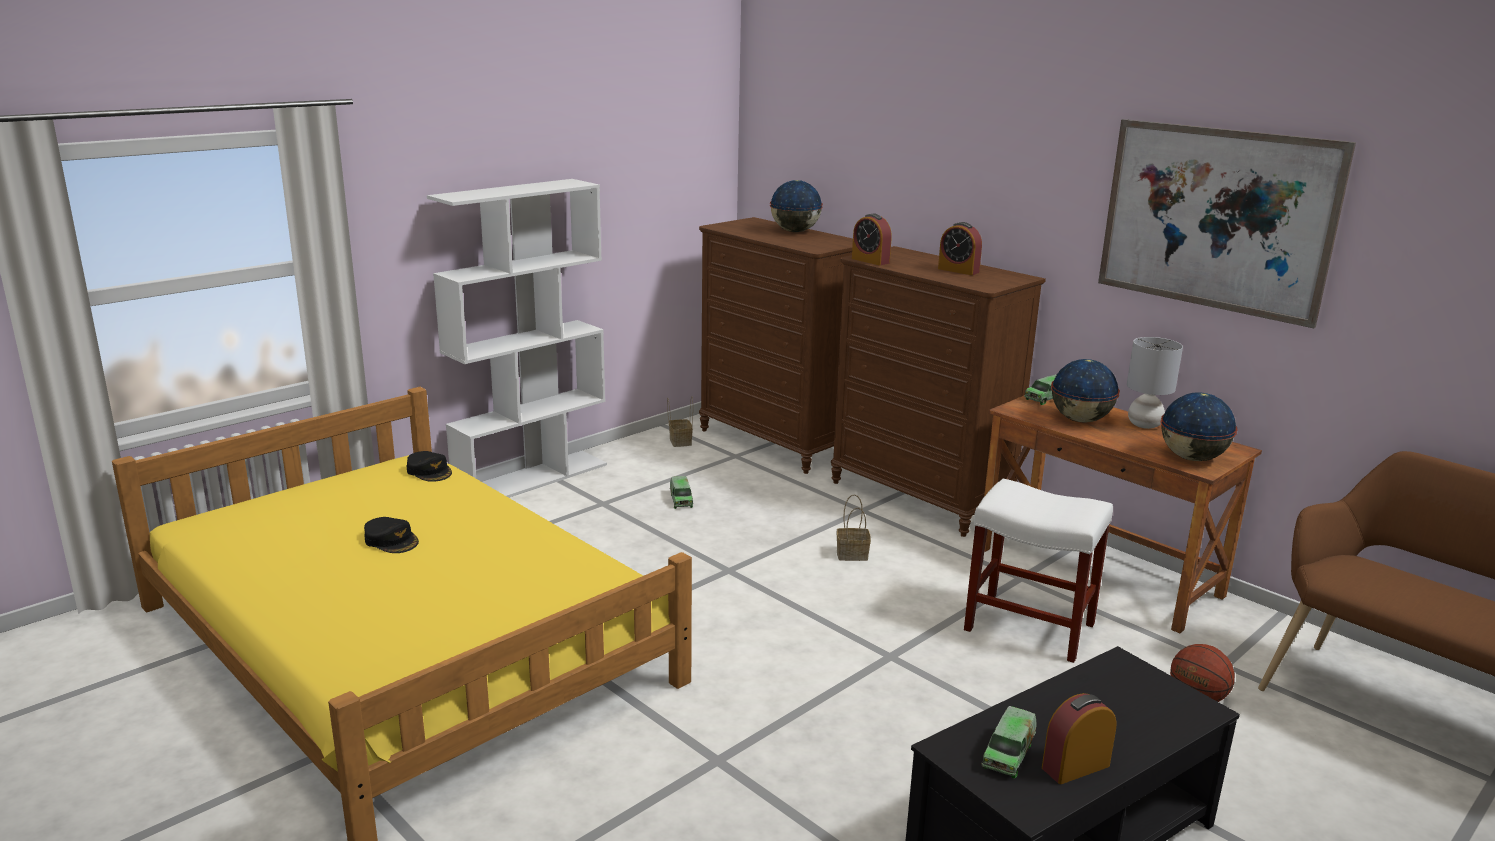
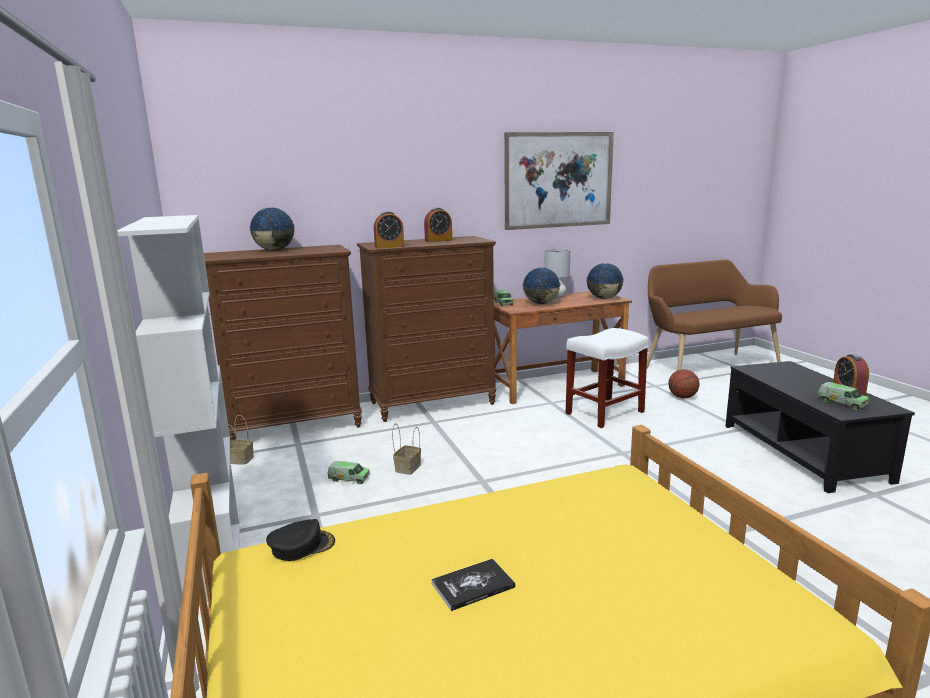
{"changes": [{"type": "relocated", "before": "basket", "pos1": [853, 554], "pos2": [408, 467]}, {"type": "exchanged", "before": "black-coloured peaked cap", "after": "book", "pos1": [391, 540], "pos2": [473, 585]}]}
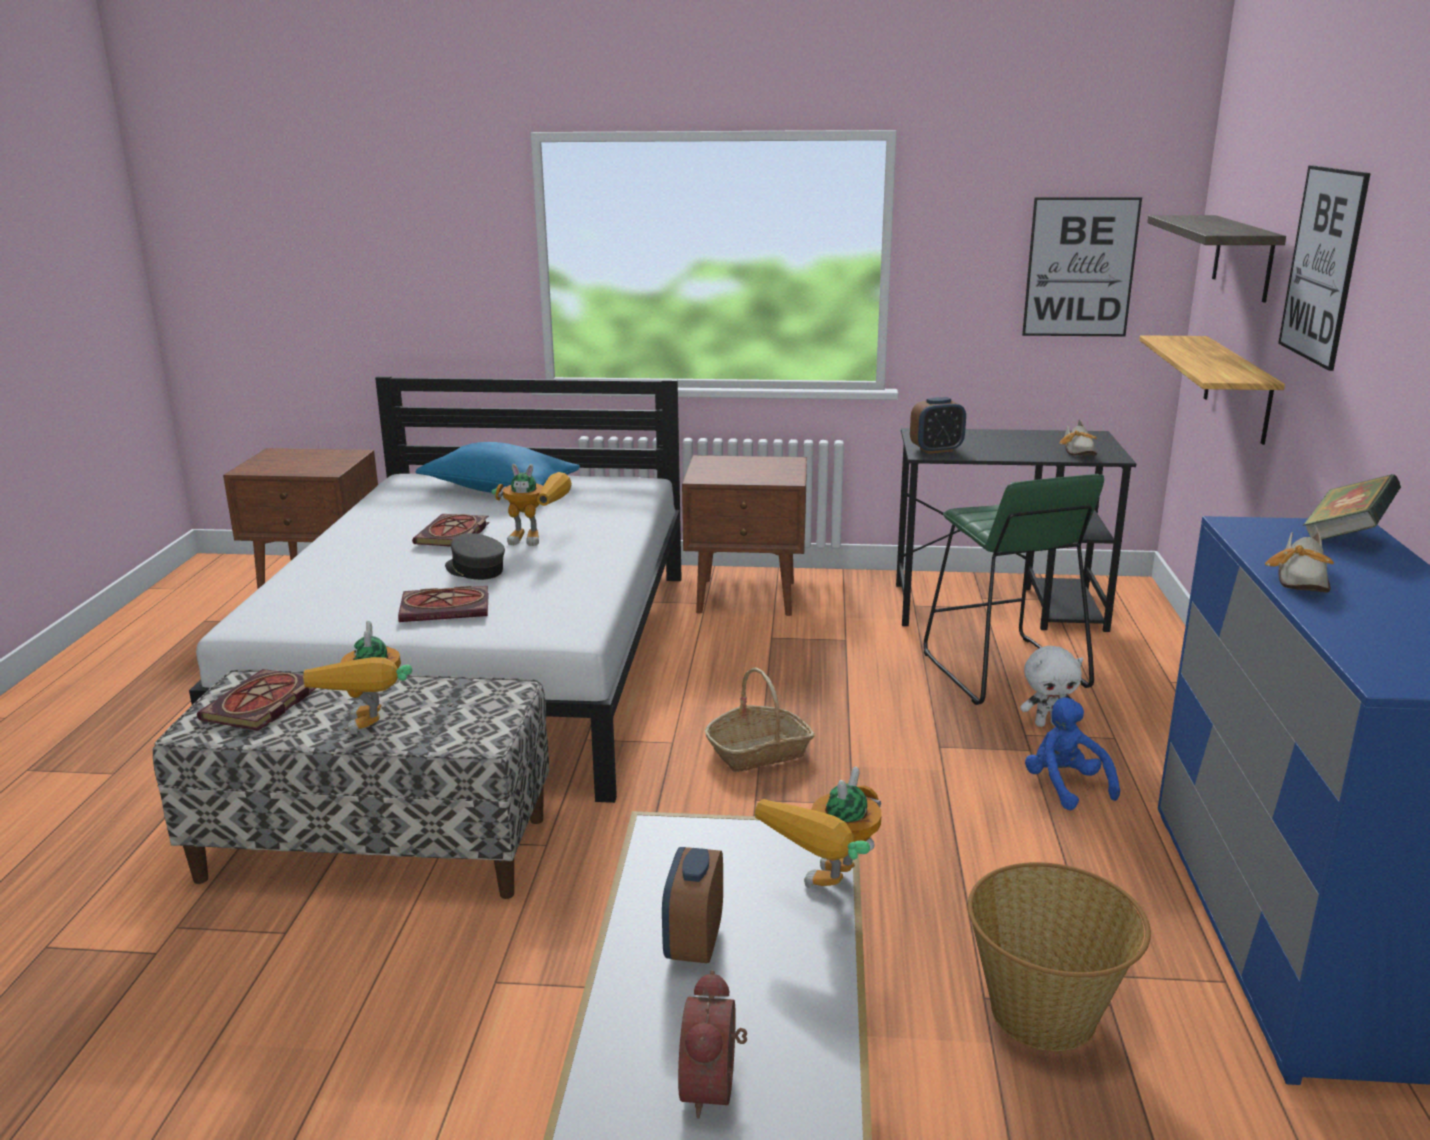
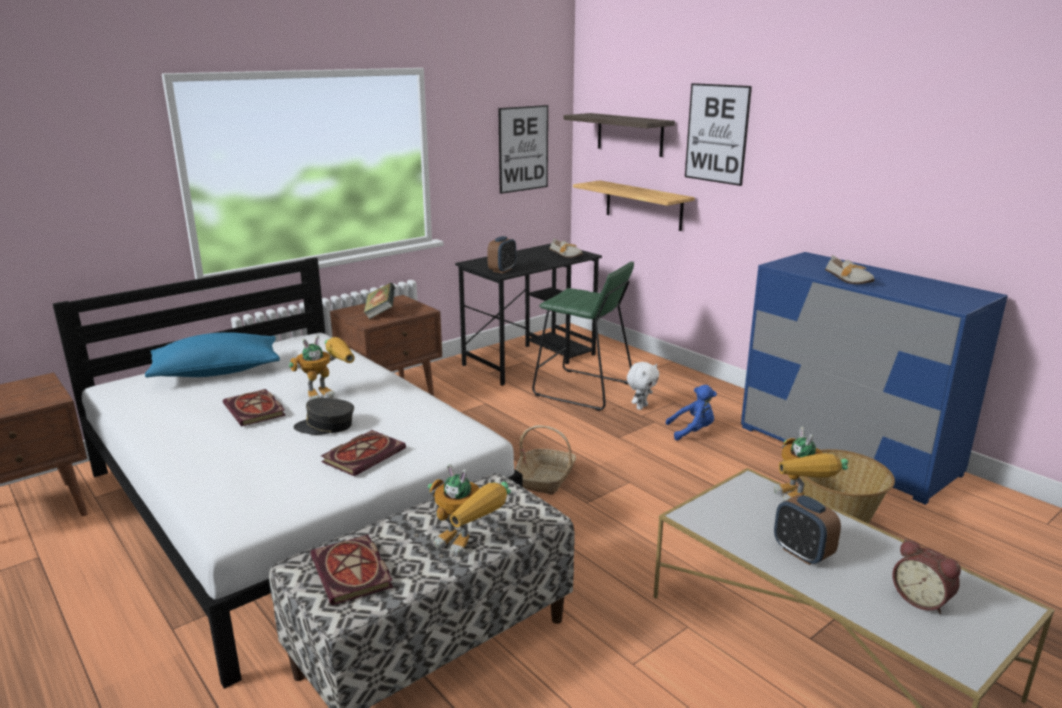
{"changes": [{"type": "relocated", "before": "book", "pos1": [1345, 536], "pos2": [380, 313]}, {"type": "spun", "before": "blue-coloured cuddly toy", "pos1": [1065, 786], "pos2": [692, 431], "turn": 150}]}
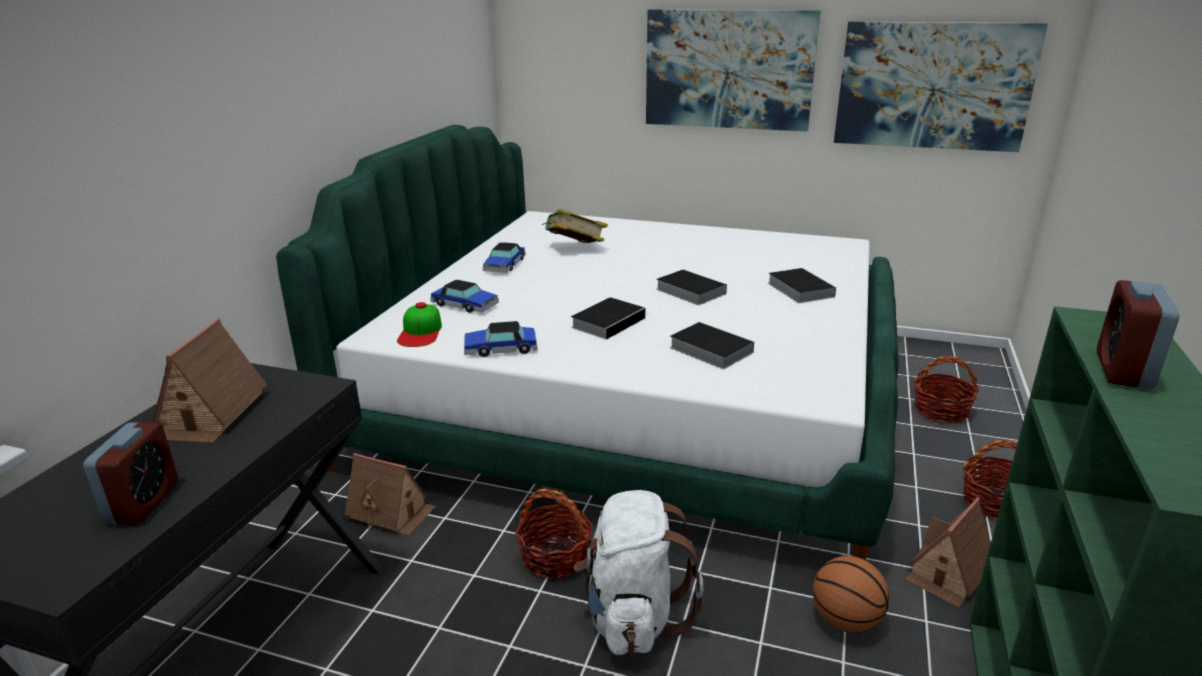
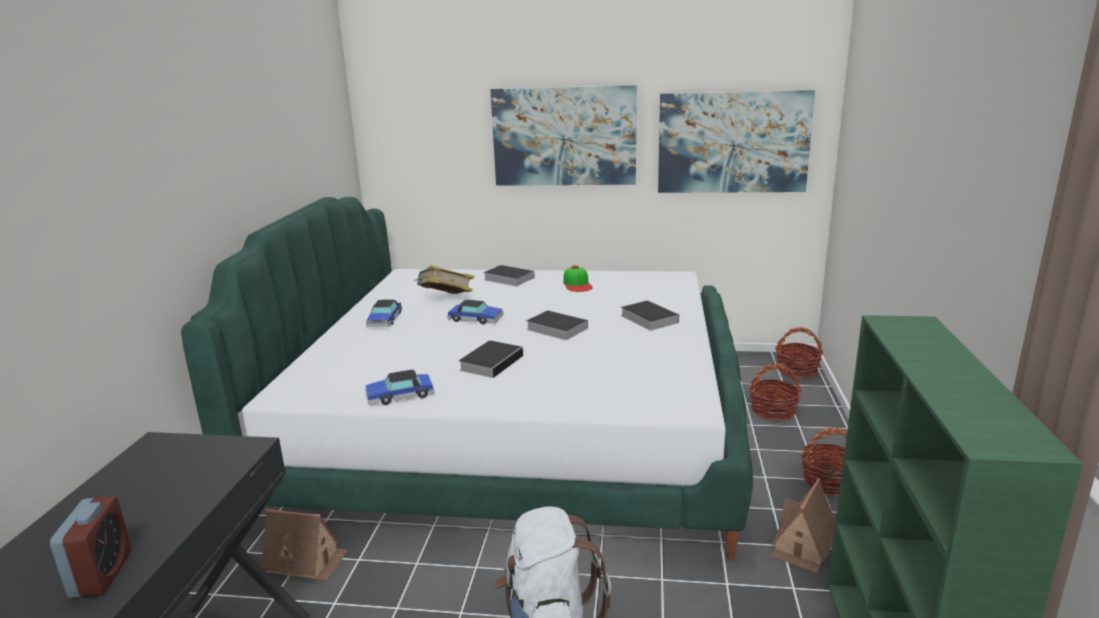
{"changes": [{"type": "relocated", "before": "miniature car", "pos1": [465, 305], "pos2": [475, 319]}, {"type": "relocated", "before": "book", "pos1": [708, 349], "pos2": [507, 278]}, {"type": "relocated", "before": "peaked cap", "pos1": [420, 332], "pos2": [577, 284]}, {"type": "relocated", "before": "basket", "pos1": [555, 556], "pos2": [797, 370]}, {"type": "missing", "before": "toy house", "pos1": [210, 414]}, {"type": "missing", "before": "basketball ball", "pos1": [845, 621]}, {"type": "missing", "before": "table clock", "pos1": [1123, 370]}]}
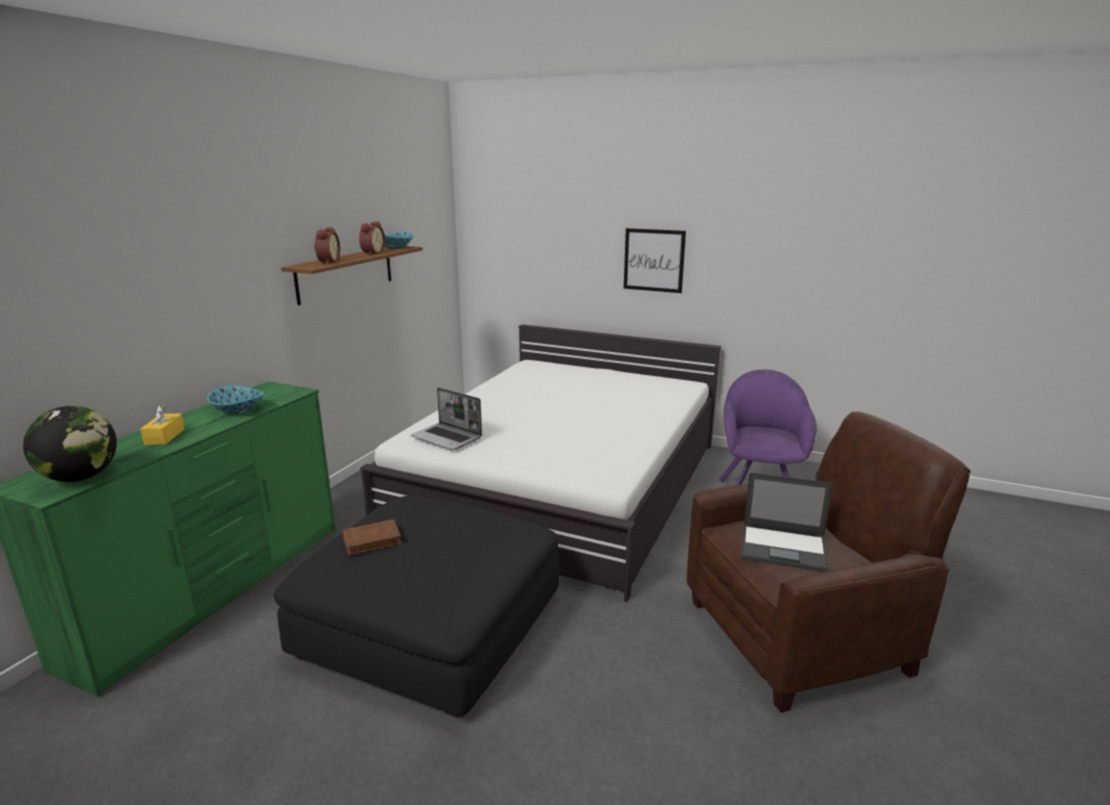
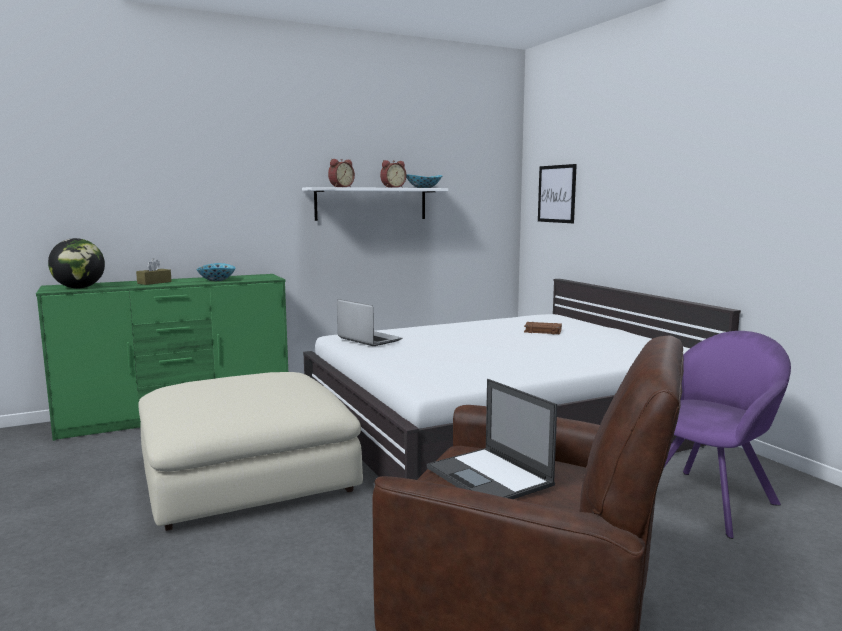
{"changes": [{"type": "colour", "before": "yellow tissue holder", "after": "brown tissue holder", "pos1": [164, 436], "pos2": [154, 282]}, {"type": "colour", "before": "black-coloured ottoman", "after": "beige-coloured ottoman", "pos1": [431, 624], "pos2": [247, 475]}, {"type": "colour", "before": "brown bracket shelf", "after": "white-coloured bracket shelf", "pos1": [346, 273], "pos2": [371, 204]}, {"type": "spun", "before": "laptop", "pos1": [448, 438], "pos2": [368, 339], "turn": 150}, {"type": "relocated", "before": "brown book", "pos1": [371, 541], "pos2": [542, 331]}, {"type": "relocated", "before": "picture", "pos1": [654, 260], "pos2": [556, 194]}]}
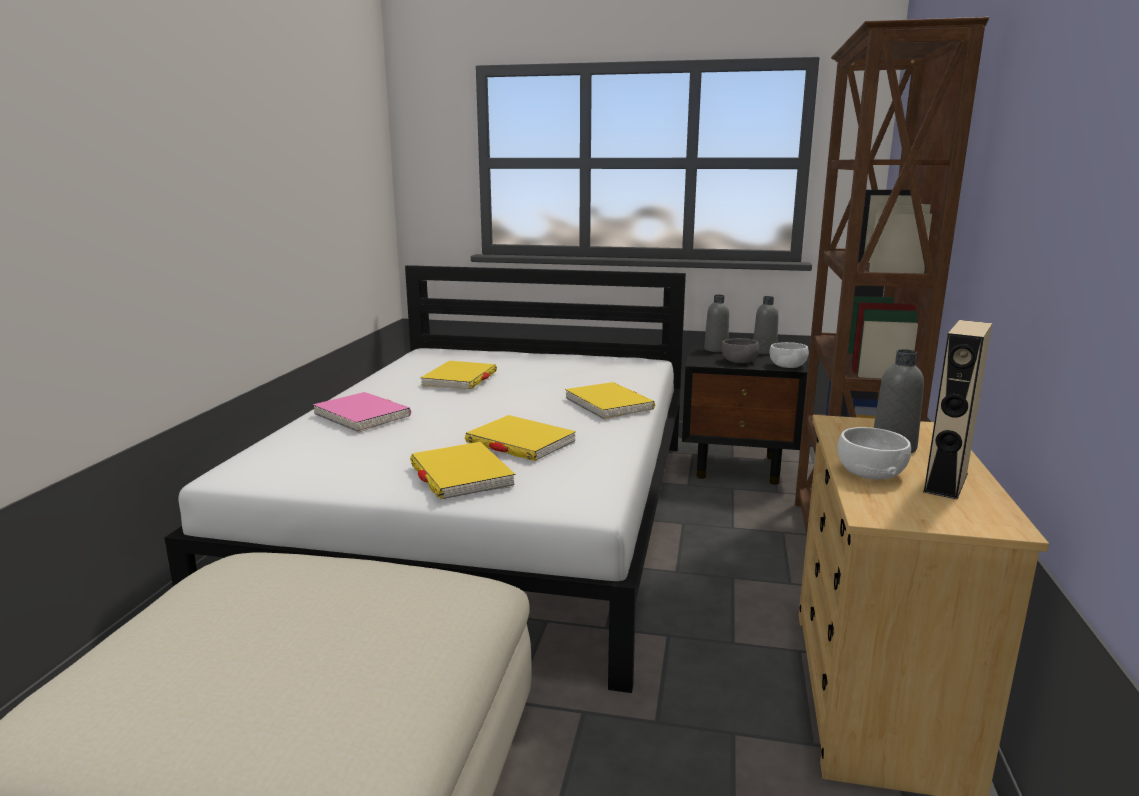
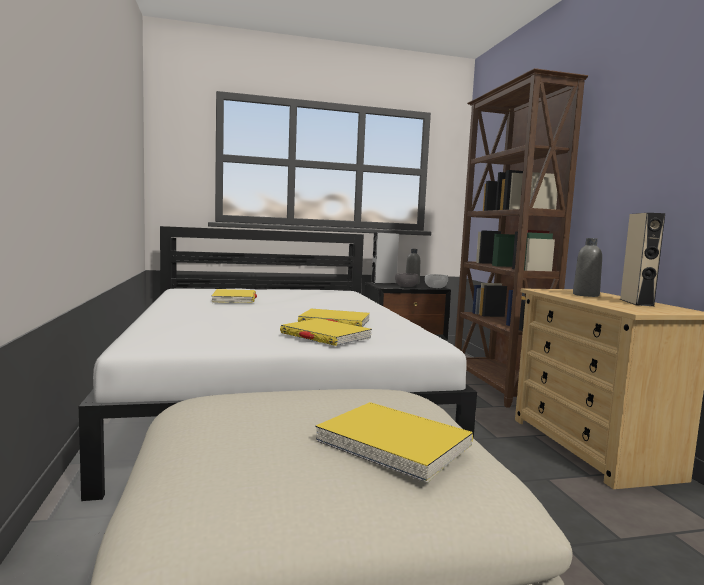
{"changes": [{"type": "relocated", "before": "yellow book", "pos1": [609, 404], "pos2": [394, 444]}, {"type": "exchanged", "before": "gray drink bottle", "after": "gray loudspeaker", "pos1": [716, 349], "pos2": [383, 283]}, {"type": "missing", "before": "pinkish book", "pos1": [362, 416]}, {"type": "missing", "before": "white-coloured serving bowl", "pos1": [869, 473]}]}
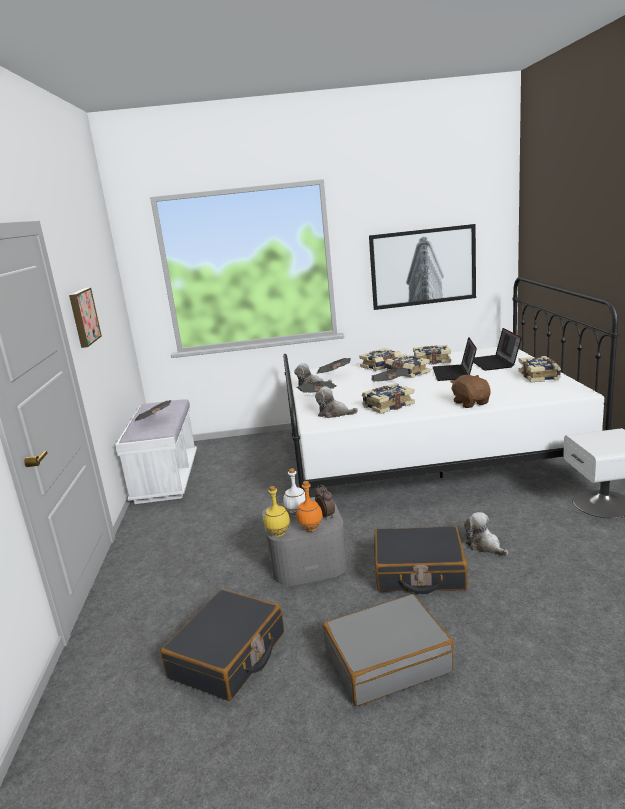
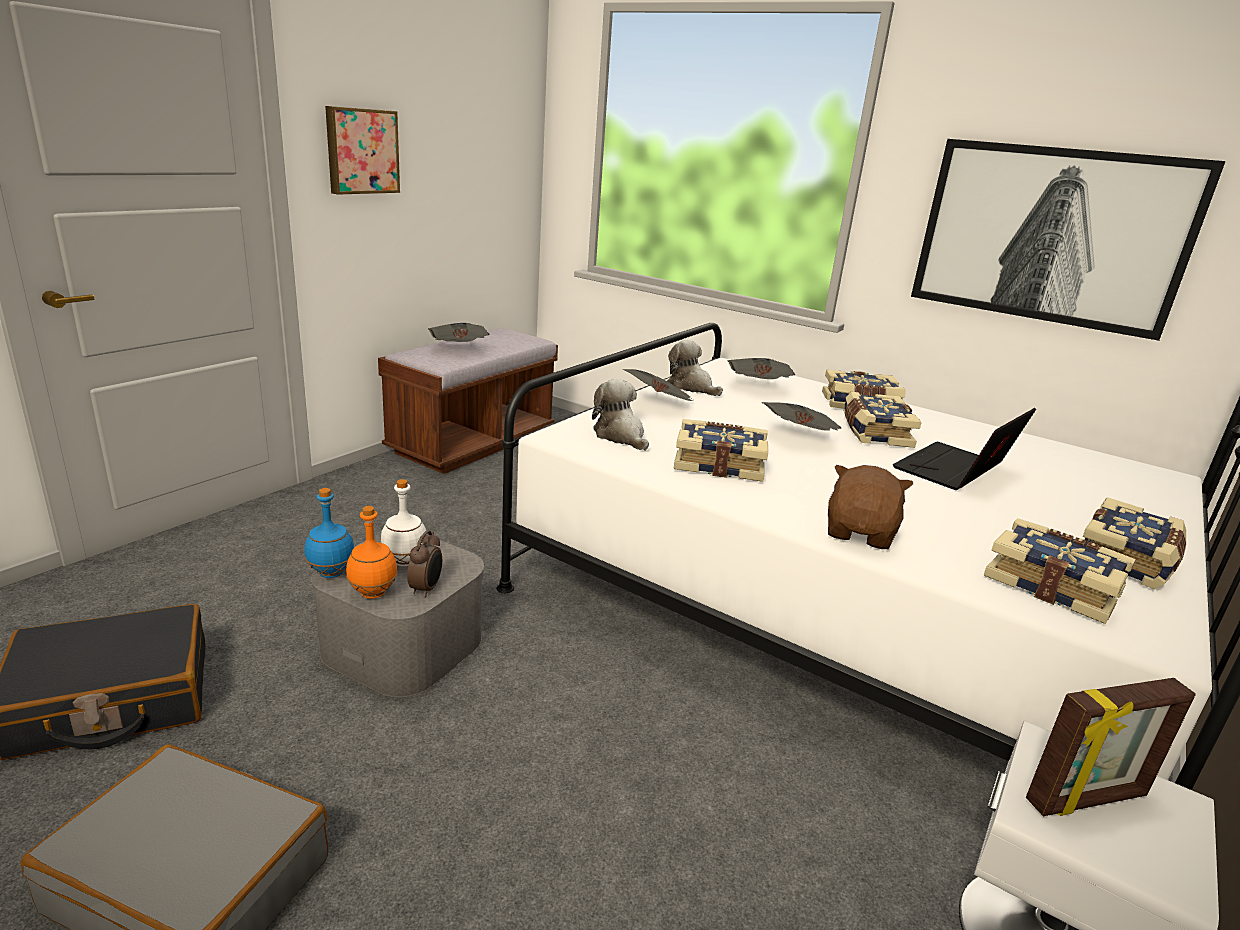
{"changes": [{"type": "colour", "before": "yellow drink bottle", "after": "blue-coloured drink bottle", "pos1": [279, 533], "pos2": [332, 573]}, {"type": "colour", "before": "white-coloured long seat", "after": "brown long seat", "pos1": [166, 479], "pos2": [472, 443]}, {"type": "relocated", "before": "book", "pos1": [431, 361], "pos2": [1052, 585]}, {"type": "appeared", "after": "standing frame", "pos2": [1088, 800]}, {"type": "missing", "before": "black-coloured travel case", "pos1": [419, 572]}, {"type": "missing", "before": "cuddly toy", "pos1": [484, 546]}, {"type": "missing", "before": "laptop", "pos1": [495, 363]}]}
